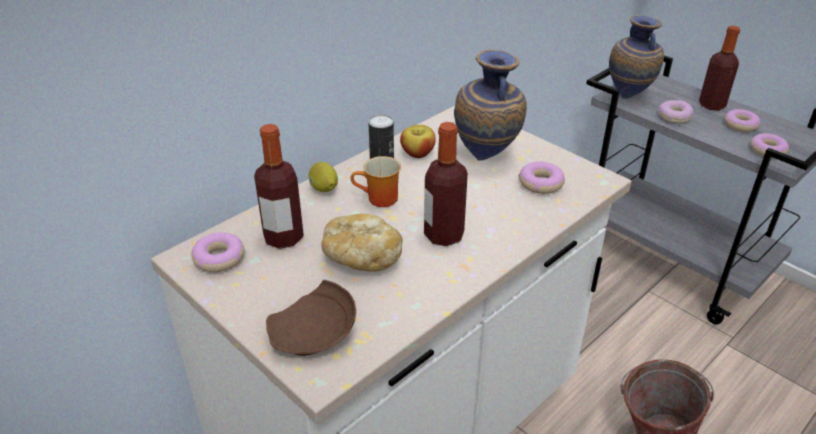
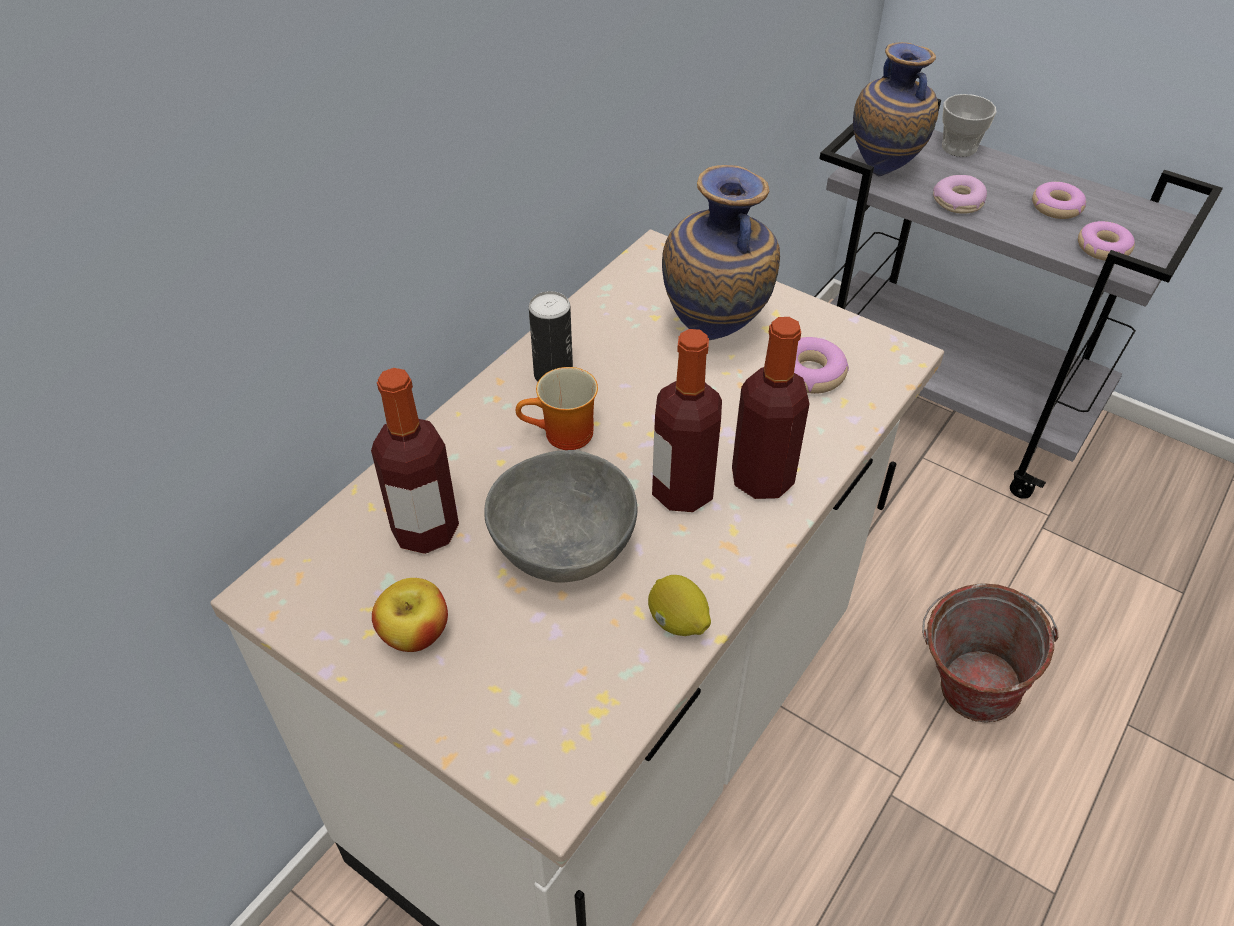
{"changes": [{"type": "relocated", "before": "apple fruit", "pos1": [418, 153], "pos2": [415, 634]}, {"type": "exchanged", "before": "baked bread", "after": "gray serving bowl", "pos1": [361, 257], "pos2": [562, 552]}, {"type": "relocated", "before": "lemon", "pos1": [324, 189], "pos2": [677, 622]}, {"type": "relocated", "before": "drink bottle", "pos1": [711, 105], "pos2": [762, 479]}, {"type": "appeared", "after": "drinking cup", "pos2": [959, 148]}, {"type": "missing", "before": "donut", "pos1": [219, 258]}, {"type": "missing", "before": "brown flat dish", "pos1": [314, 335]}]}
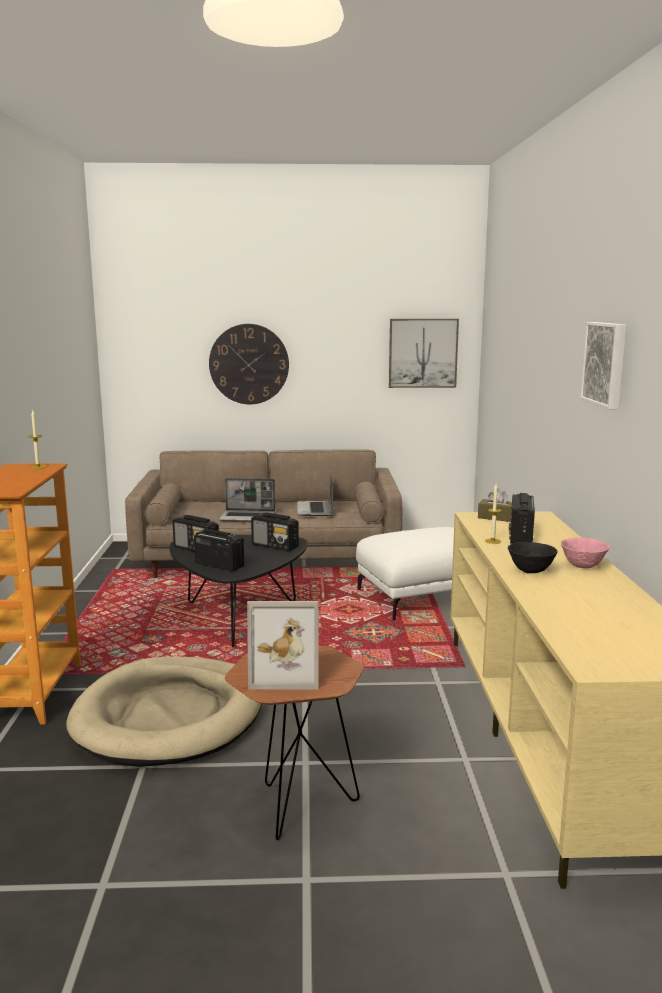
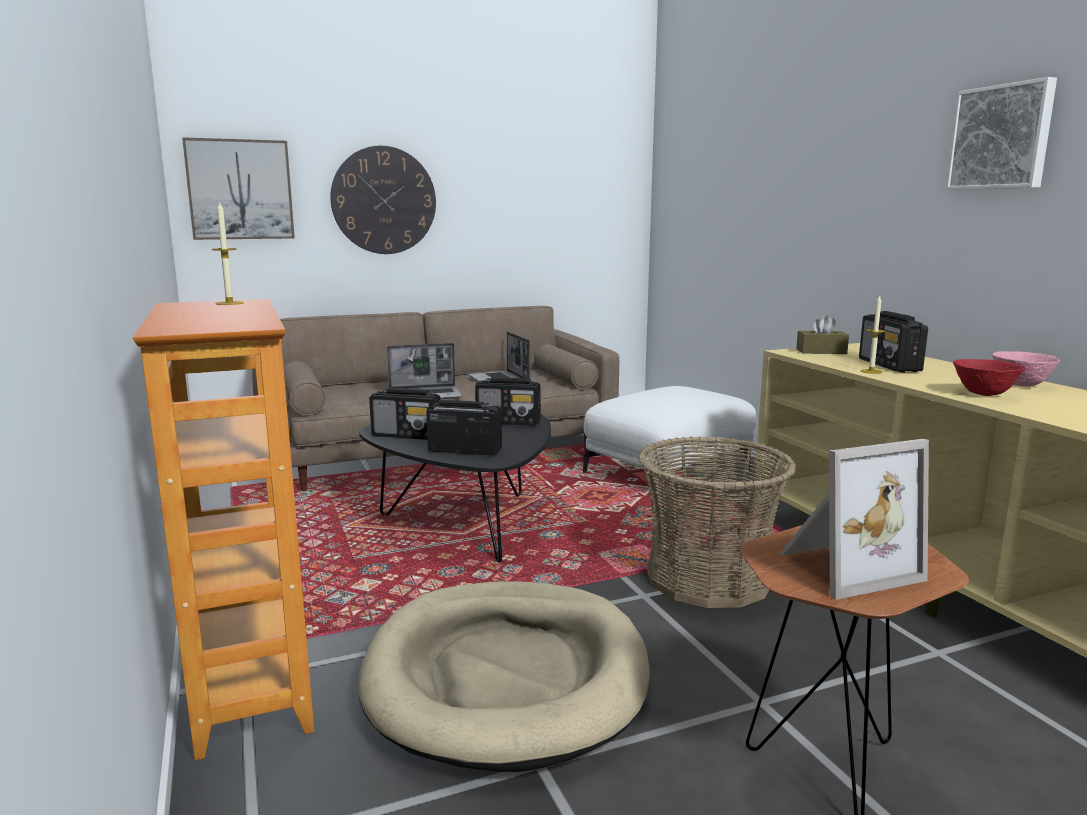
{"changes": [{"type": "relocated", "before": "picture", "pos1": [423, 353], "pos2": [240, 190]}, {"type": "appeared", "after": "basket", "pos2": [708, 578]}, {"type": "colour", "before": "black-coloured serving bowl", "after": "reddish serving bowl", "pos1": [530, 571], "pos2": [983, 394]}]}
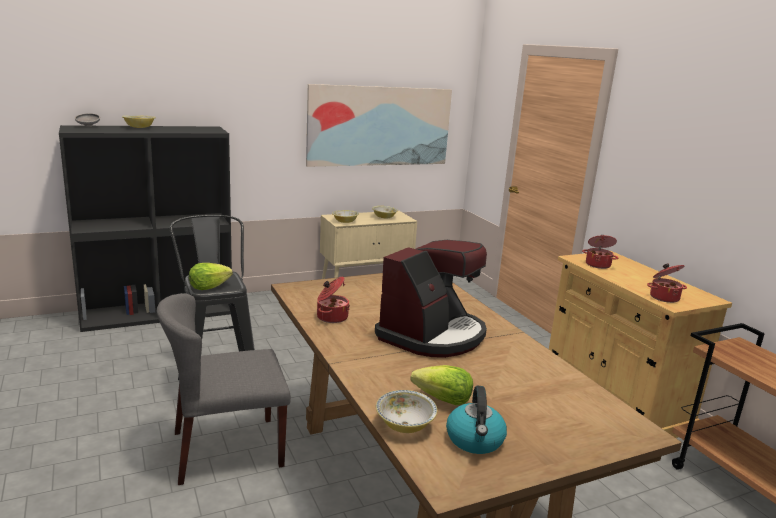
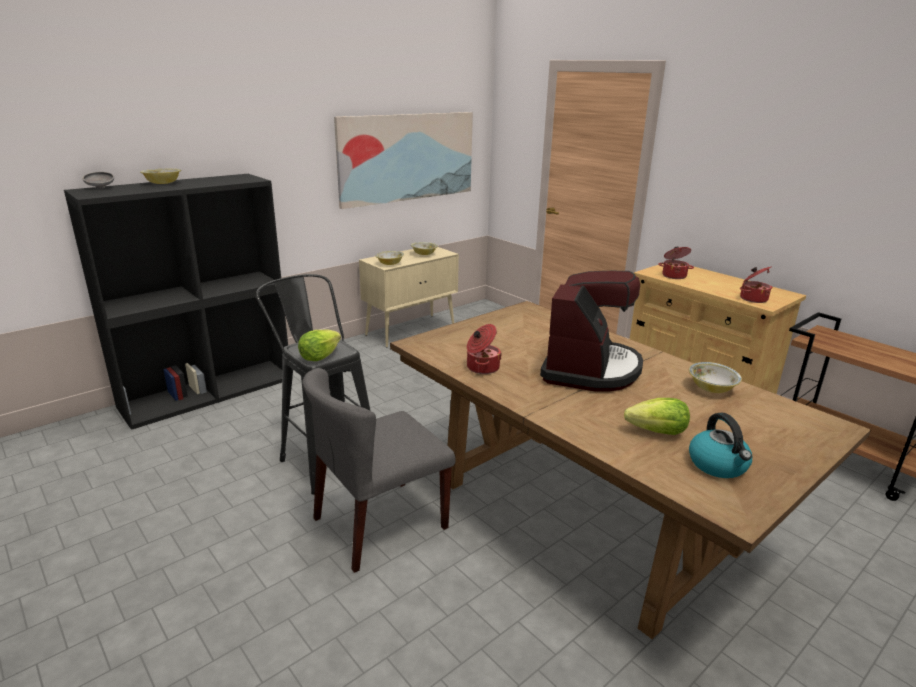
{"changes": [{"type": "relocated", "before": "serving bowl", "pos1": [405, 425], "pos2": [711, 388]}]}
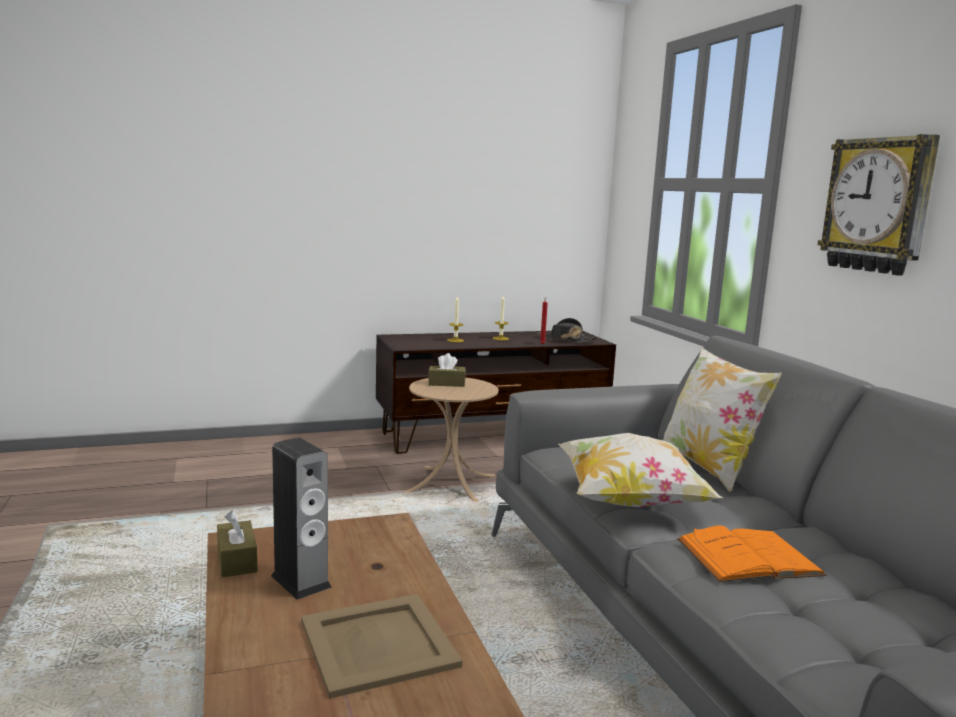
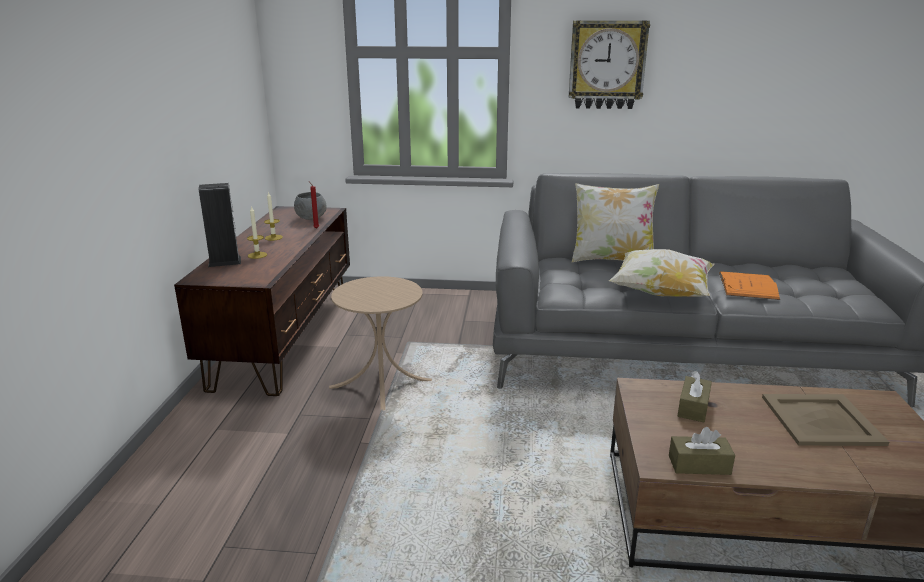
{"changes": [{"type": "relocated", "before": "loudspeaker", "pos1": [301, 581], "pos2": [224, 262]}, {"type": "exchanged", "before": "black-coloured hat", "after": "gray serving bowl", "pos1": [566, 340], "pos2": [311, 218]}, {"type": "relocated", "before": "brown tissue holder", "pos1": [446, 383], "pos2": [693, 407]}]}
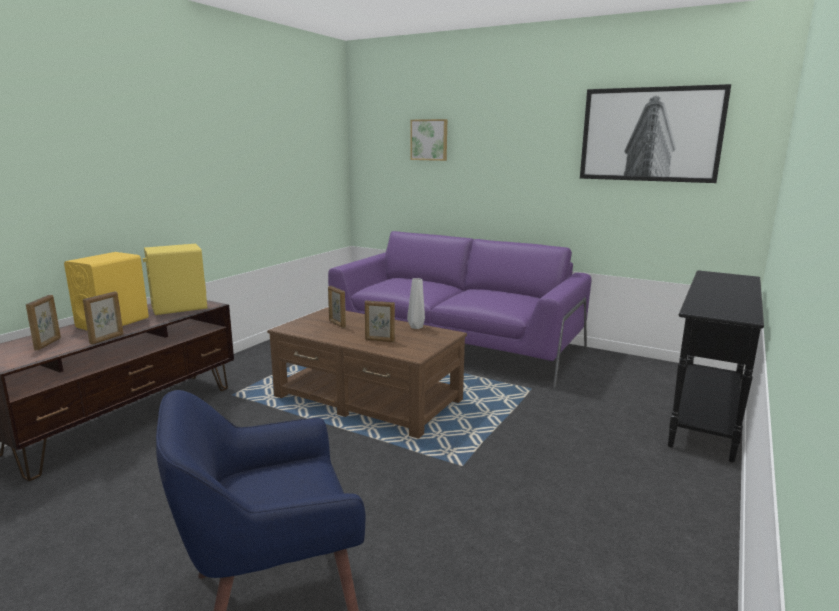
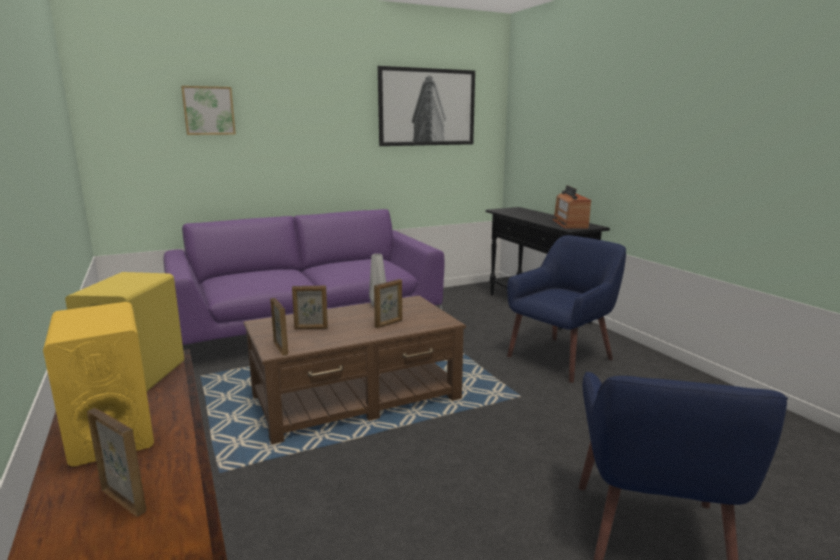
{"changes": [{"type": "relocated", "before": "standing frame", "pos1": [107, 339], "pos2": [281, 348]}, {"type": "appeared", "after": "blue-coloured lounge chair", "pos2": [561, 357]}, {"type": "appeared", "after": "radio receiver", "pos2": [570, 223]}]}
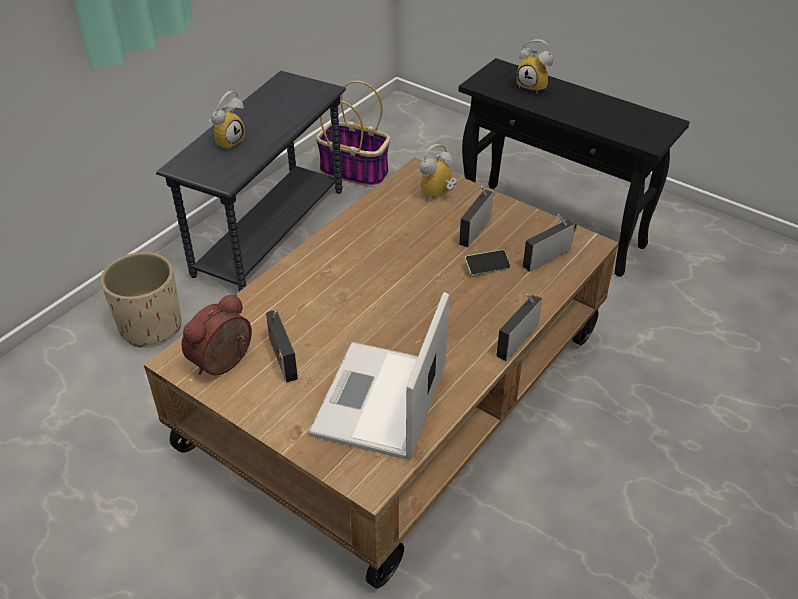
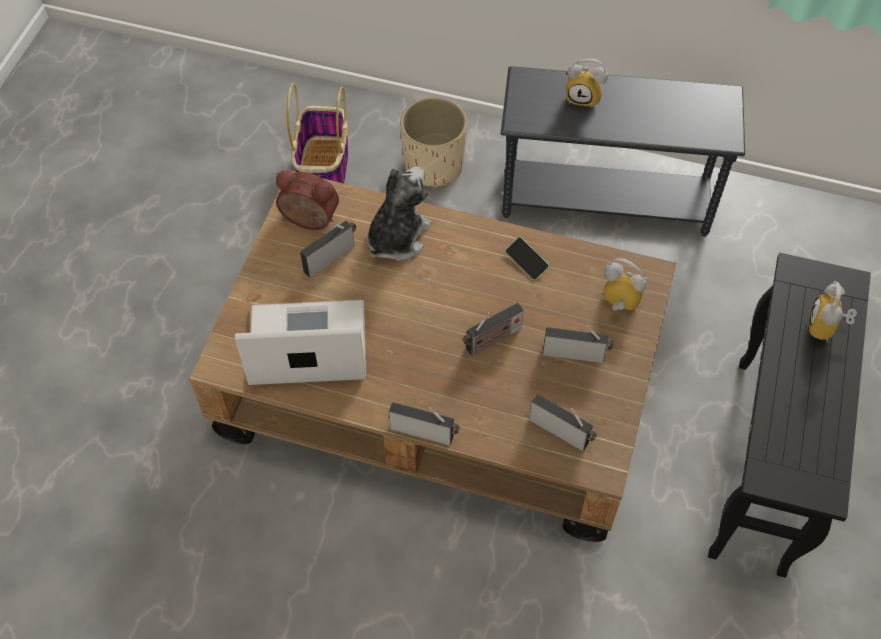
{"changes": [{"type": "relocated", "before": "basket", "pos1": [355, 171], "pos2": [324, 169]}, {"type": "appeared", "after": "cuddly toy", "pos2": [397, 237]}, {"type": "appeared", "after": "radio receiver", "pos2": [491, 341]}, {"type": "relocated", "before": "handset", "pos1": [487, 267], "pos2": [526, 262]}]}
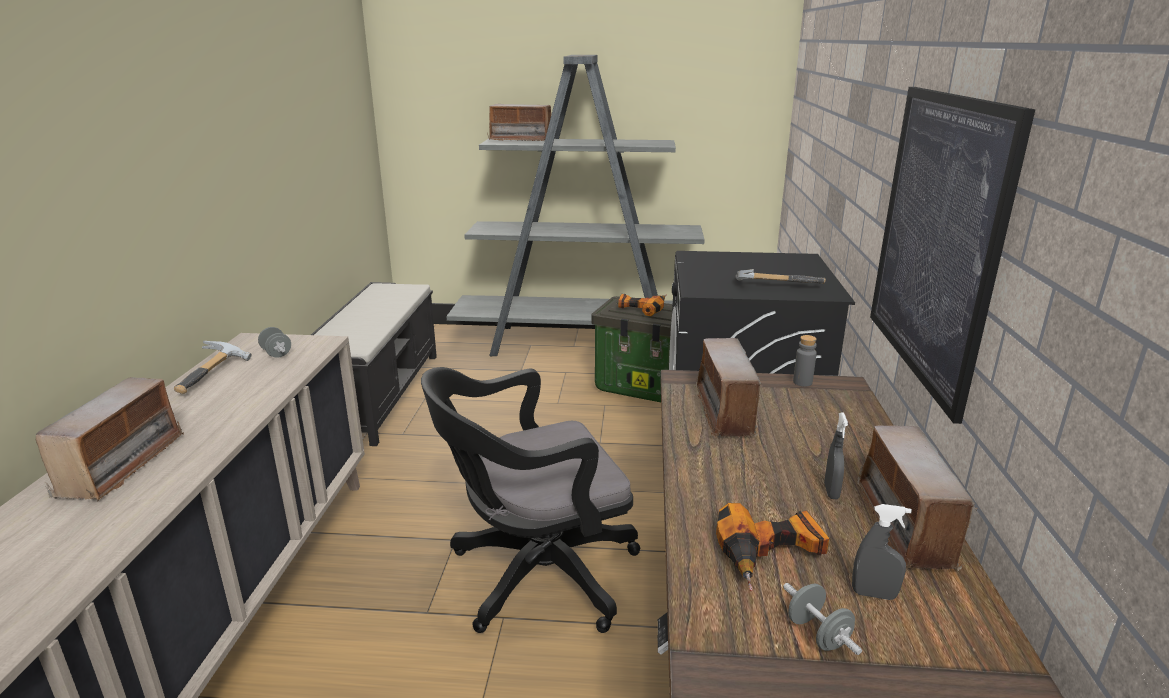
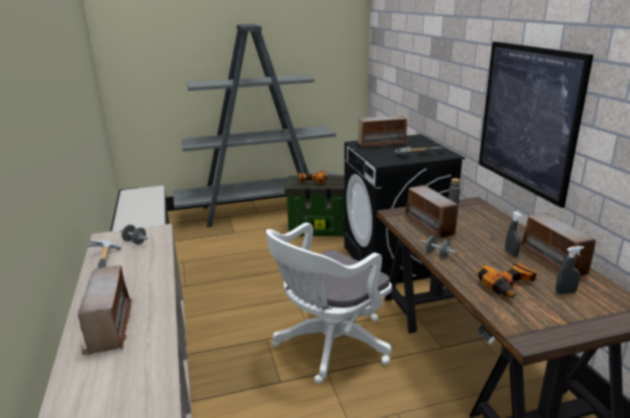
{"changes": [{"type": "colour", "before": "black-coloured computer chair", "after": "white-coloured computer chair", "pos1": [535, 576], "pos2": [328, 346]}, {"type": "relocated", "before": "radio receiver", "pos1": [521, 140], "pos2": [382, 143]}, {"type": "relocated", "before": "gray hand weight", "pos1": [818, 634], "pos2": [437, 254]}]}
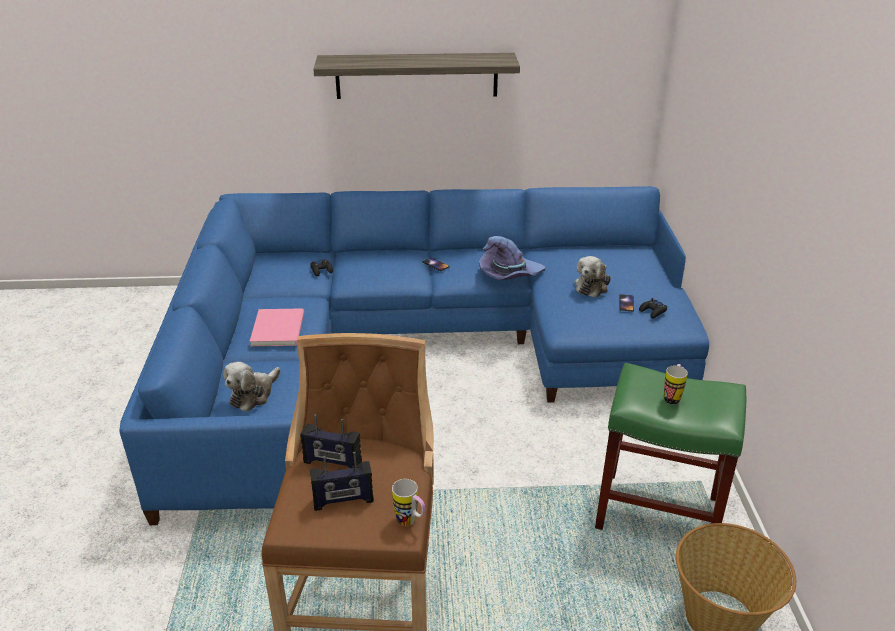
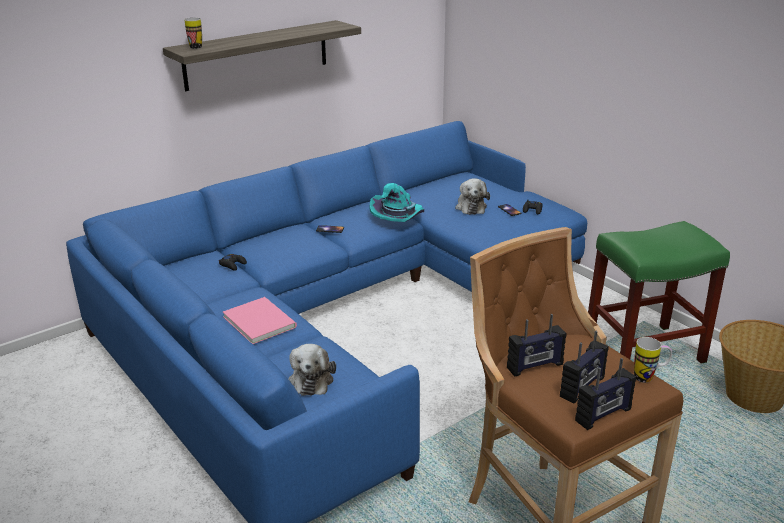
{"changes": [{"type": "relocated", "before": "coffee mug", "pos1": [672, 397], "pos2": [195, 46]}, {"type": "colour", "before": "purplish hat", "after": "blue-green hat", "pos1": [509, 274], "pos2": [398, 218]}, {"type": "appeared", "after": "radio receiver", "pos2": [603, 415]}]}
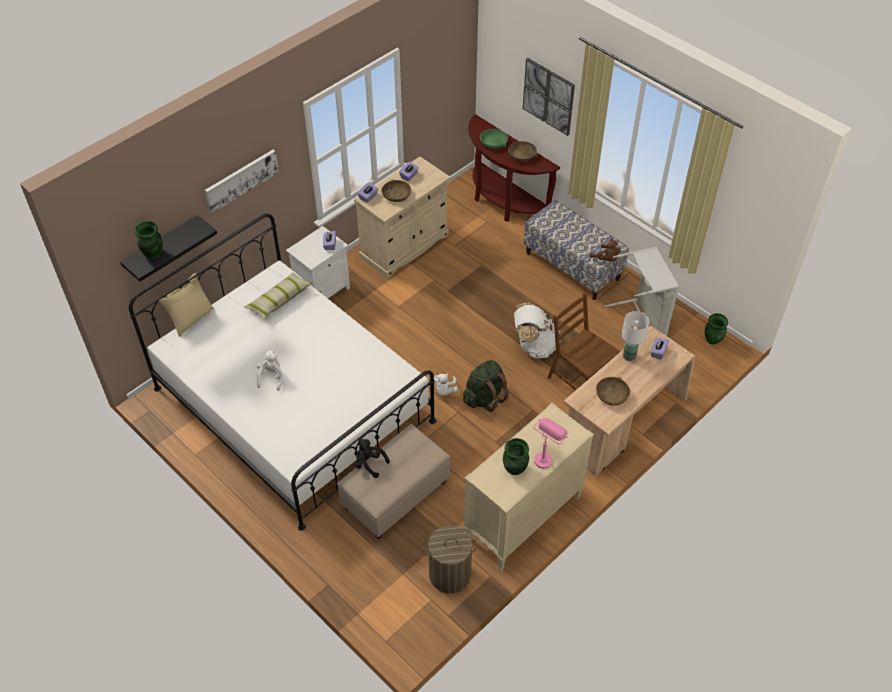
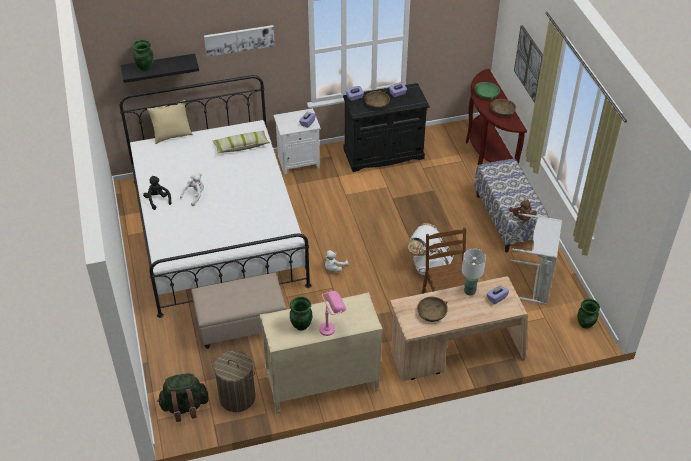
{"changes": [{"type": "relocated", "before": "black-coloured cuddly toy", "pos1": [369, 464], "pos2": [157, 200]}, {"type": "relocated", "before": "green-coloured backpack", "pos1": [485, 397], "pos2": [185, 407]}, {"type": "colour", "before": "beige-coloured cabinet", "after": "black-coloured cabinet", "pos1": [404, 246], "pos2": [383, 154]}]}
